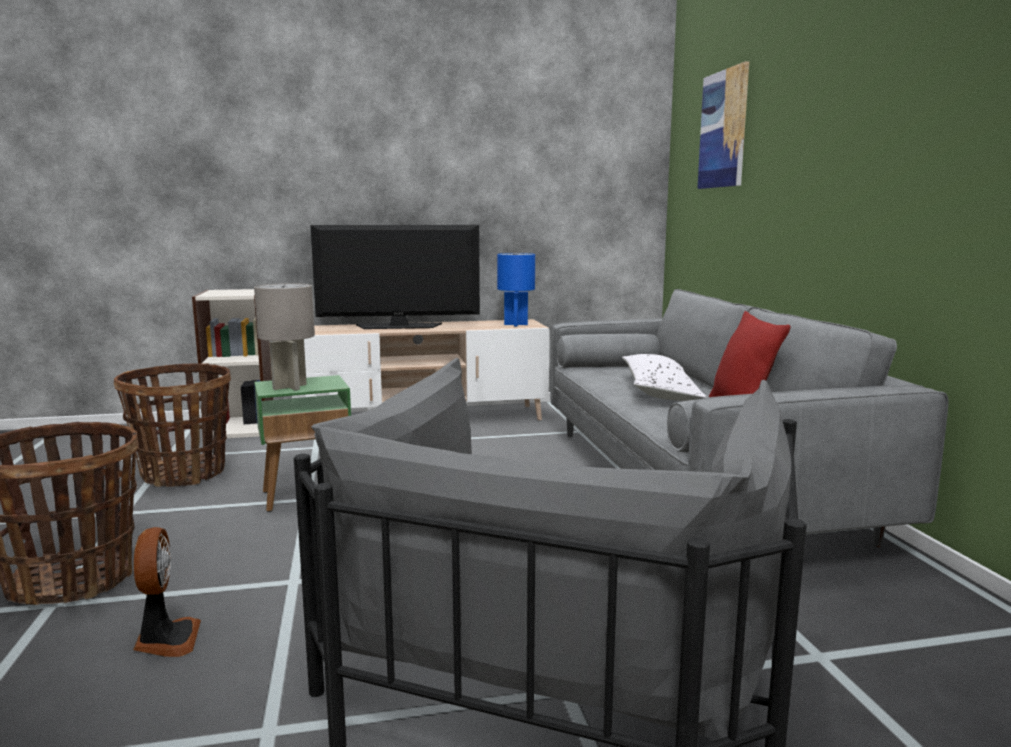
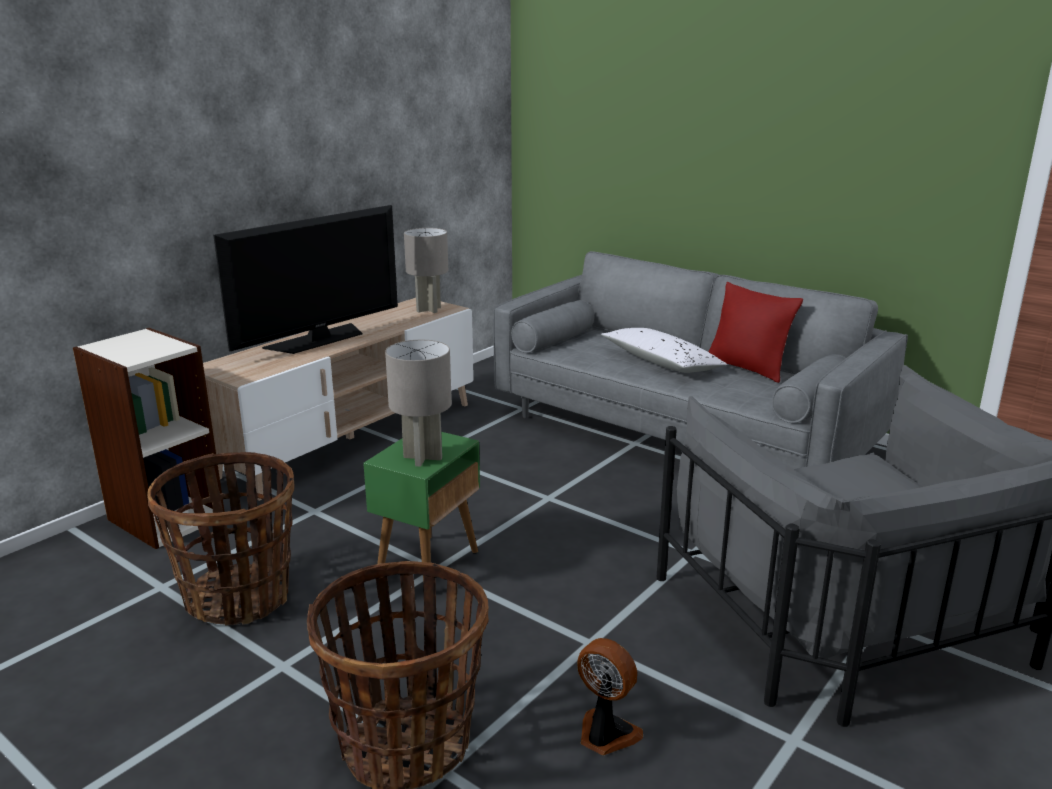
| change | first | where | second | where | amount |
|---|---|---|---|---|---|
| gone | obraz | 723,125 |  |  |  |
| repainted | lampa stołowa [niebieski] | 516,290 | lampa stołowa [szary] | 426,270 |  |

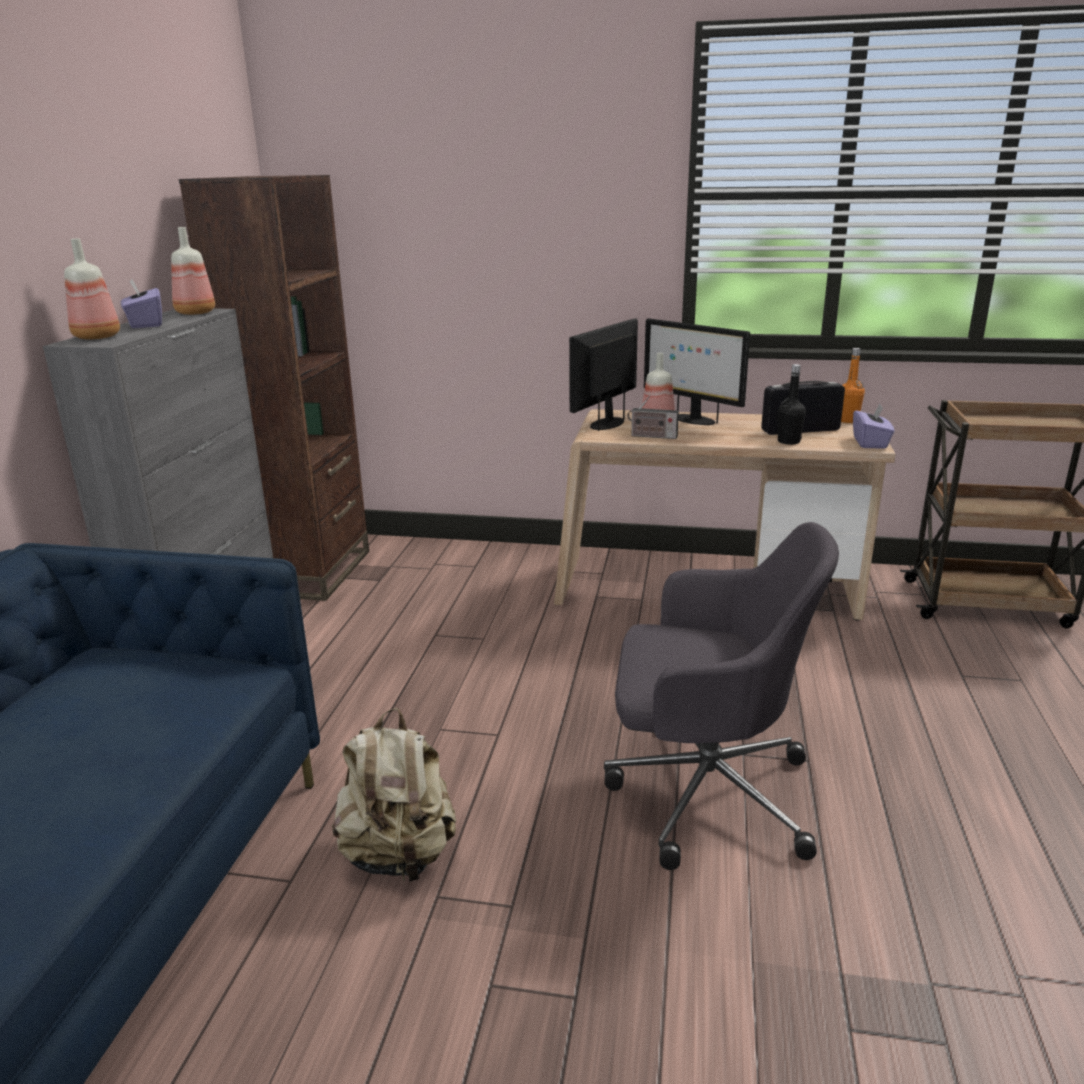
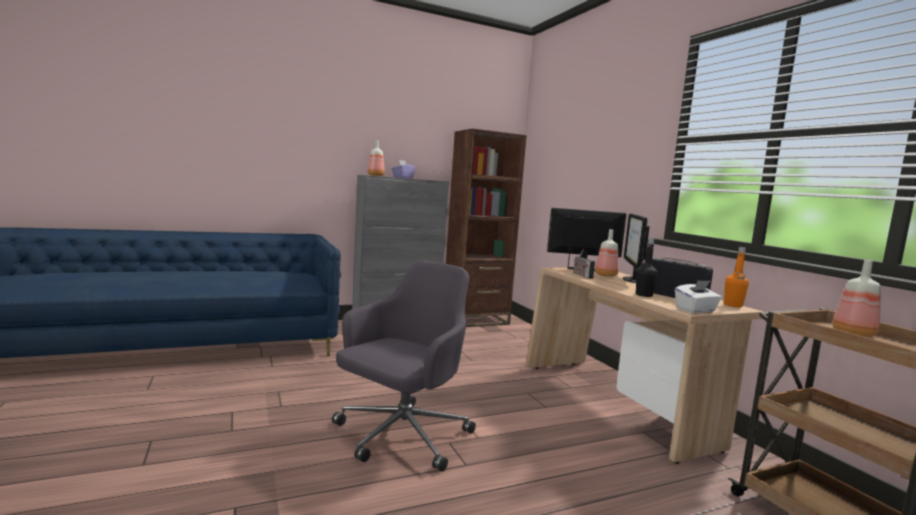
| change | first | where | second | where | amount |
|---|---|---|---|---|---|
| gone | plecak [beżowy] | 394,796 |  |  |  |
| shifted | butelka | 193,271 |  | 856,298 |  |
| repainted | pudełko chusteczek [fioletowy] | 873,426 | pudełko chusteczek [biały] | 698,296 |  |
| rotated | krzesło biurowe [szary] | 721,696 |  | 404,366 | 120 degrees counterclockwise |

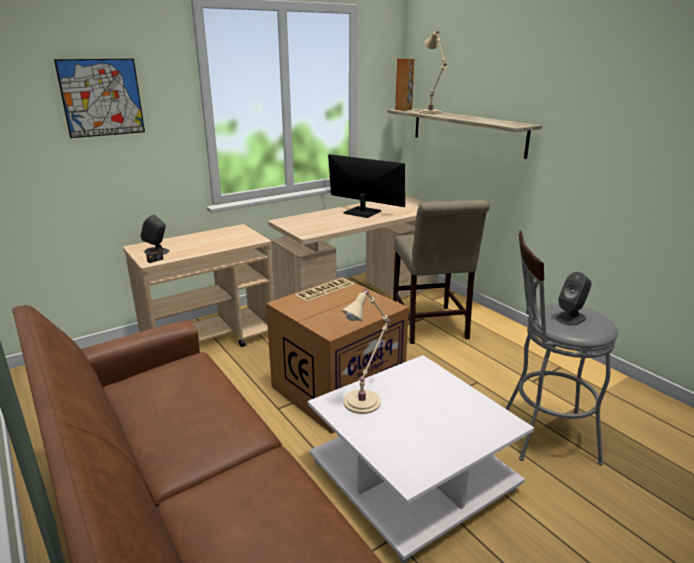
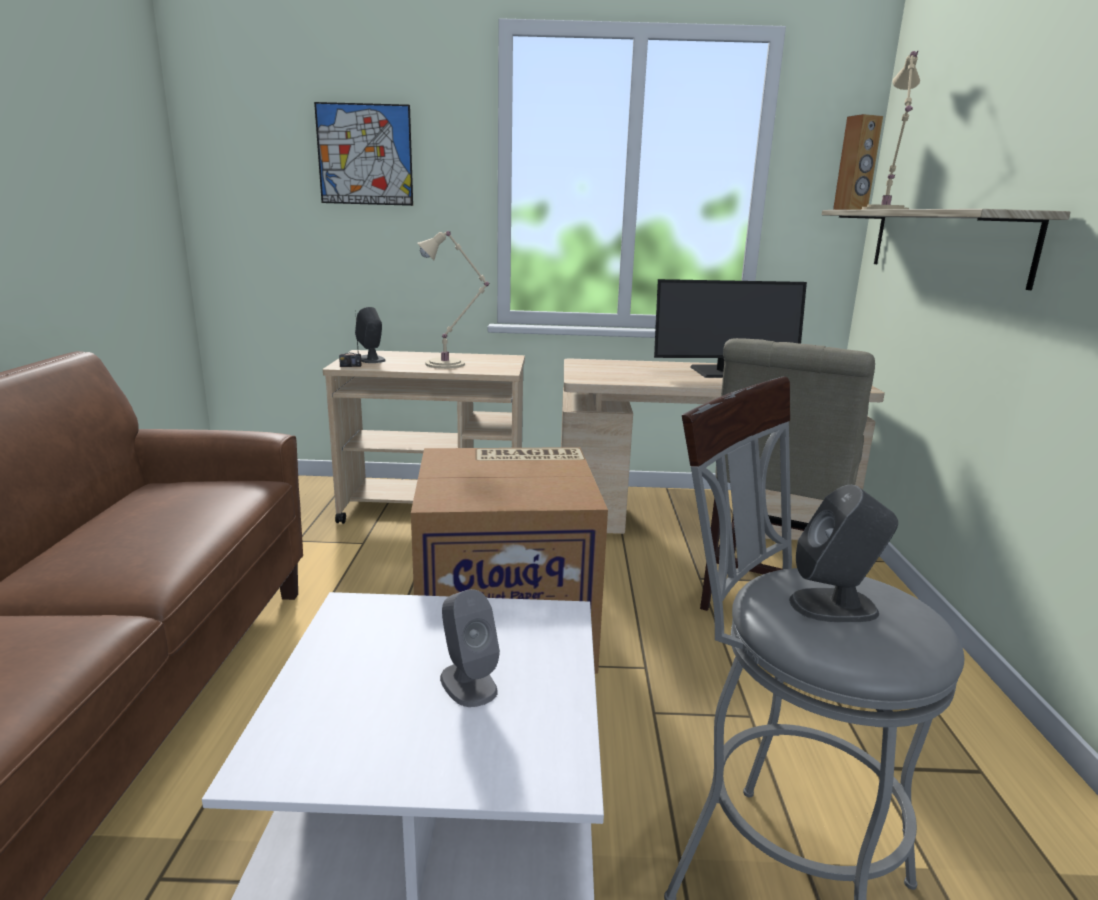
| change | first | where | second | where | amount |
|---|---|---|---|---|---|
| new |  |  | głośnik [szary] | 470,648 |  |
| shifted | lampa stołowa [beżowy] | 366,351 |  | 453,300 |  |
| rotated | monitor | 366,186 |  | 730,328 | 105 degrees clockwise |

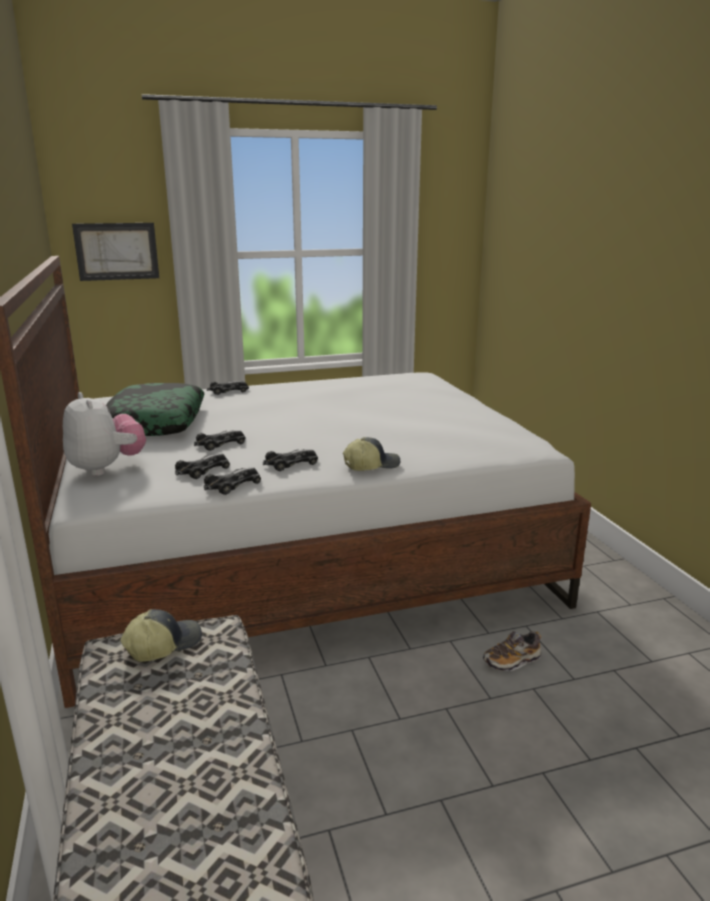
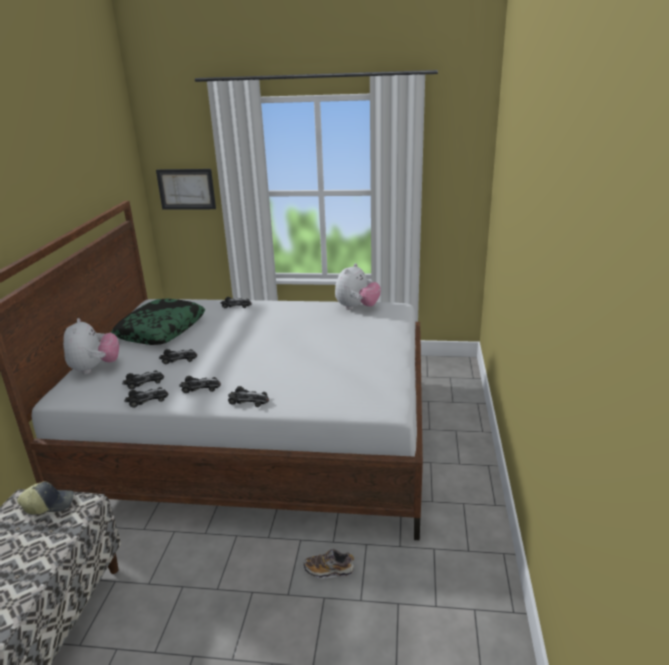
| change | first | where | second | where | amount |
|---|---|---|---|---|---|
| new |  |  | pluszak | 358,286 |  |
| swapped | czapka z daszkiem | 371,454 | samochodzik | 248,396 |  |

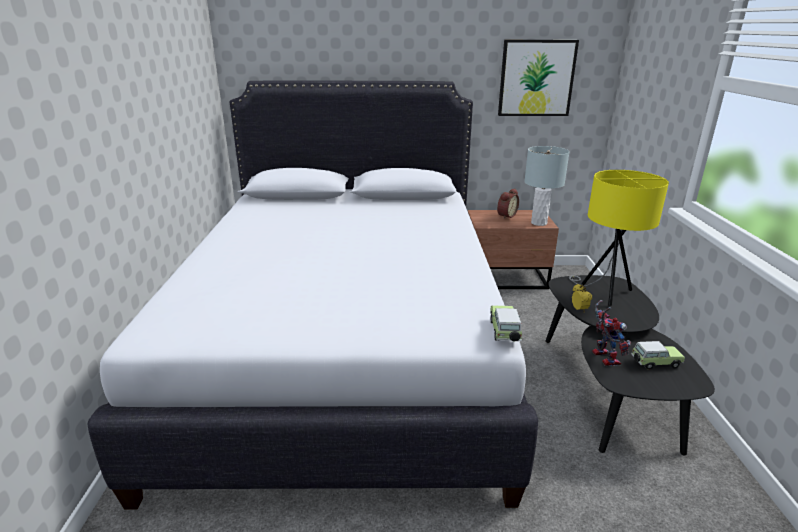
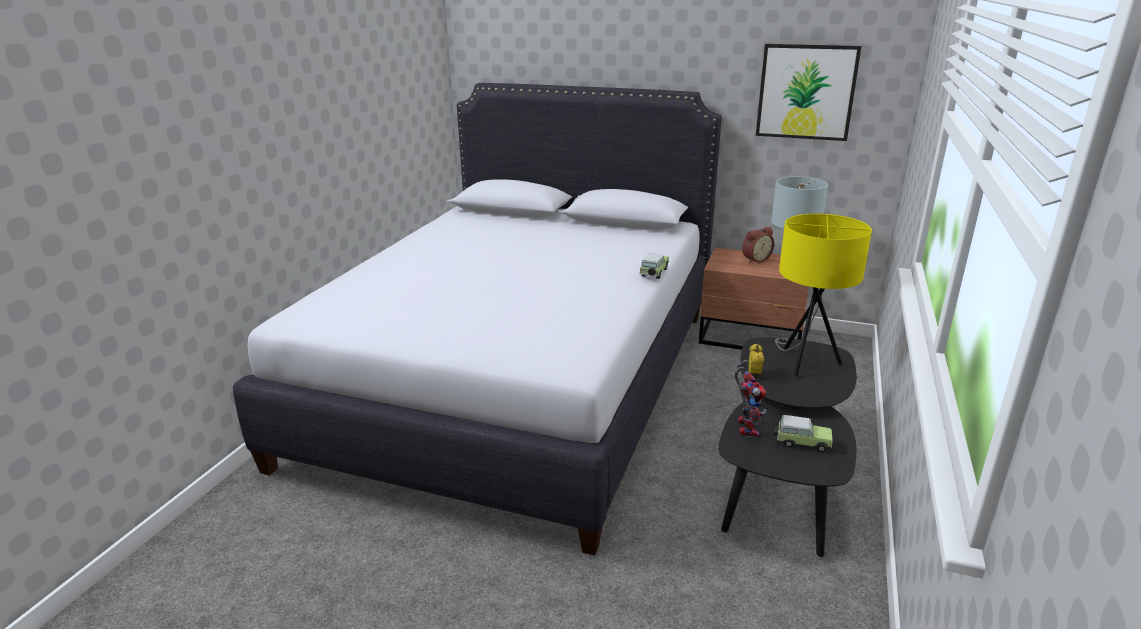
| change | first | where | second | where | amount |
|---|---|---|---|---|---|
| shifted | samochodzik | 506,323 |  | 654,266 |  |

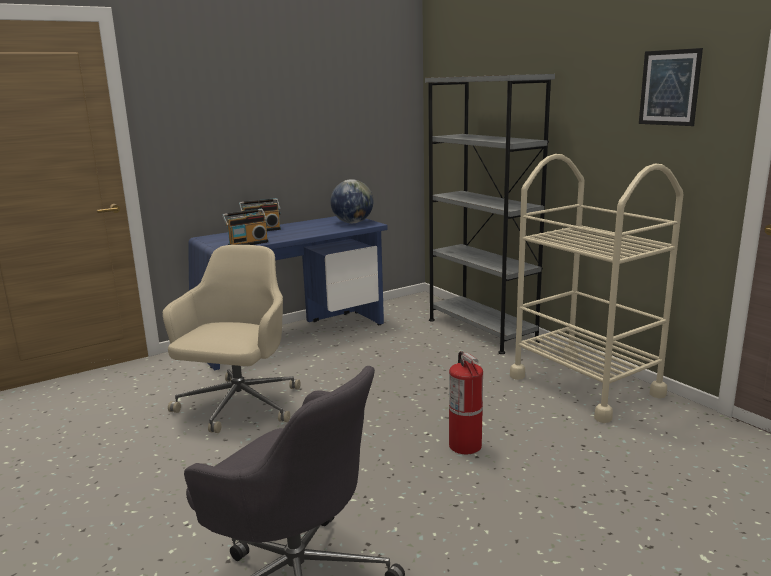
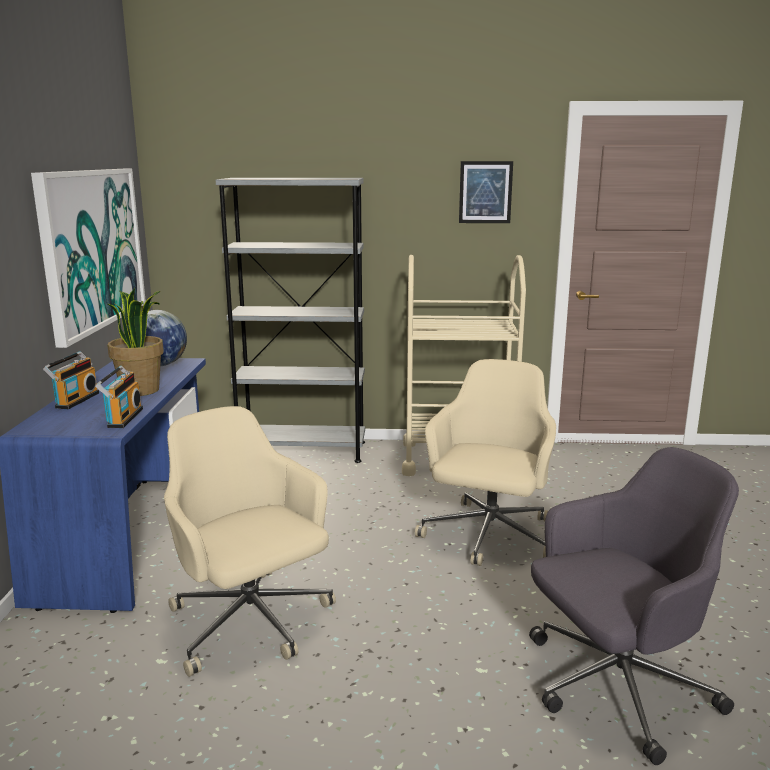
| change | first | where | second | where | amount |
|---|---|---|---|---|---|
| new |  |  | obraz | 88,258 |  |
| new |  |  | roślina doniczkowa | 135,342 |  |
| swapped | gaśnica | 466,402 | krzesło biurowe [beżowy] | 485,462 |  |

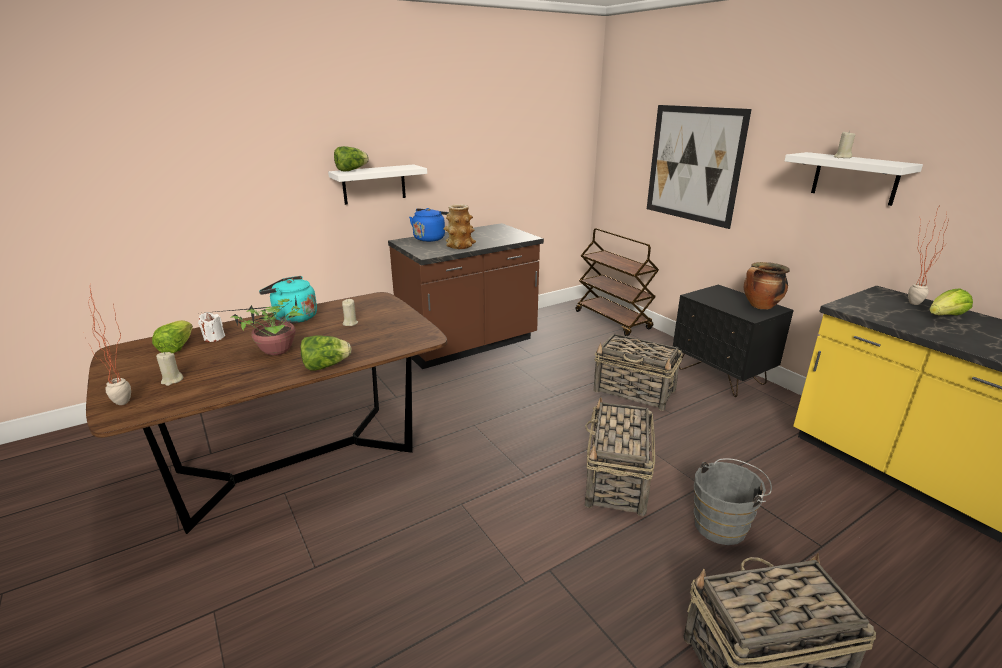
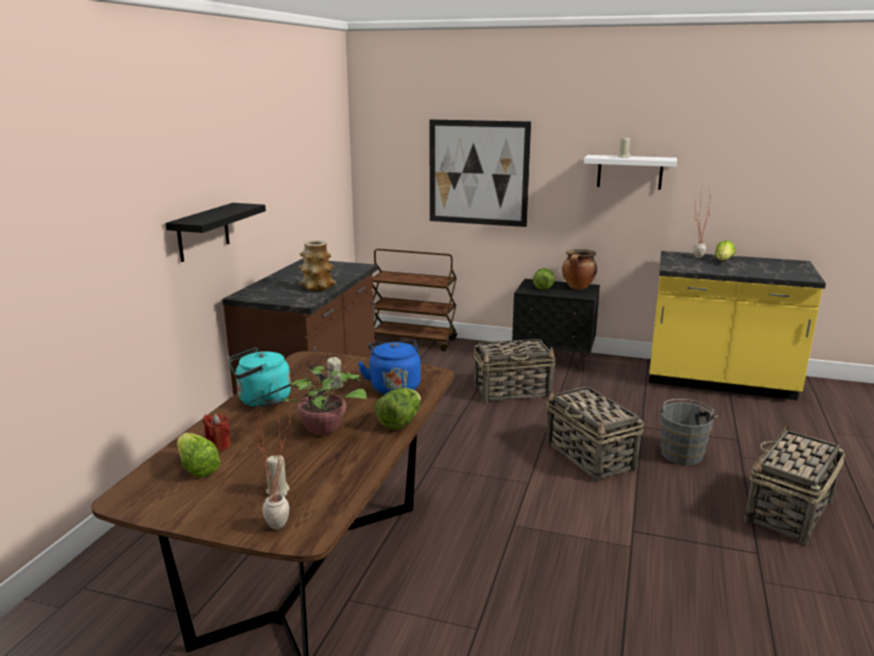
| change | first | where | second | where | amount |
|---|---|---|---|---|---|
| shifted | sałata | 351,158 |  | 544,279 |  |
| shifted | czajnik [niebieski] | 429,225 |  | 389,367 |  |
| repainted | świeca [biały] | 211,327 | świeca [czerwony] | 217,432 |  |
| repainted | półka [biały] | 377,184 | półka [czarny] | 215,232 |  |

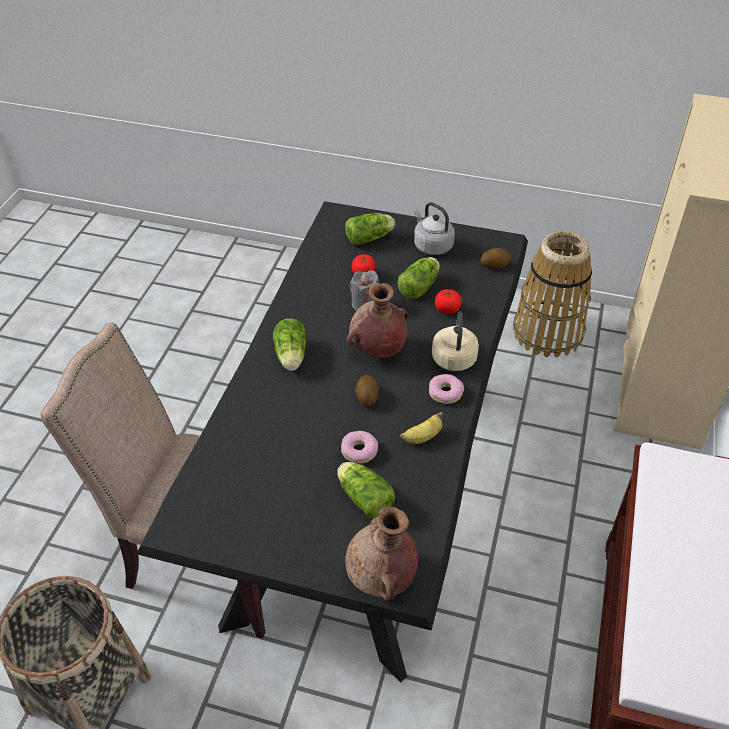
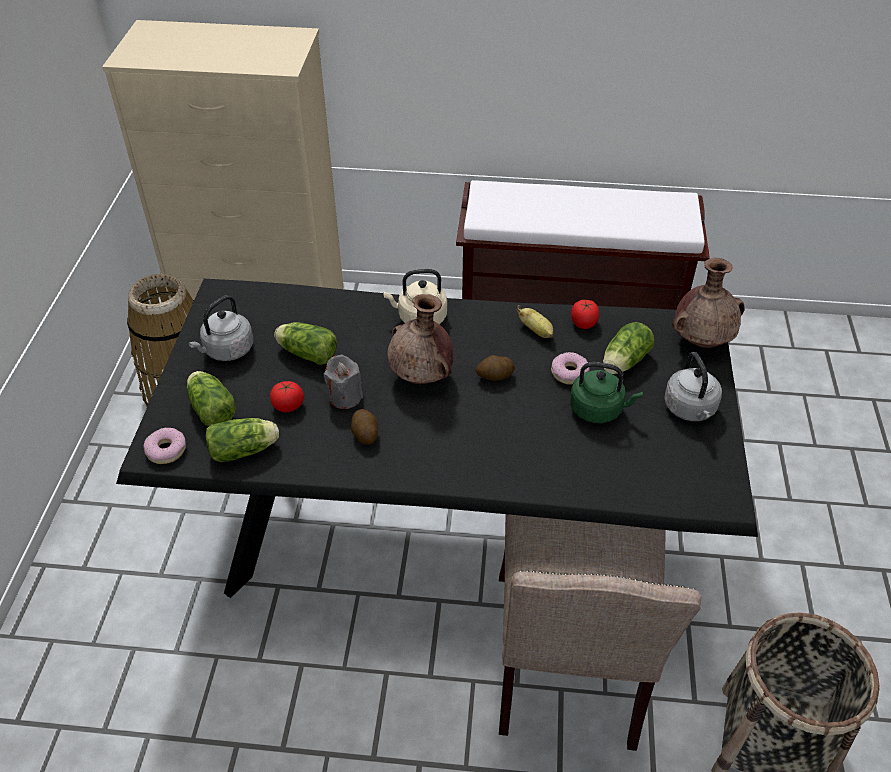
| change | first | where | second | where | amount |
|---|---|---|---|---|---|
| new |  |  | czajnik [zielony] | 606,392 |  |
| new |  |  | czajnik [szary] | 693,386 |  |
| shifted | sałata | 289,344 |  | 242,440 |  |
| shifted | donut | 446,389 |  | 165,446 |  |
| shifted | pomidor | 448,301 |  | 585,314 |  |
| shifted | ziemniak | 496,258 |  | 364,427 |  |

